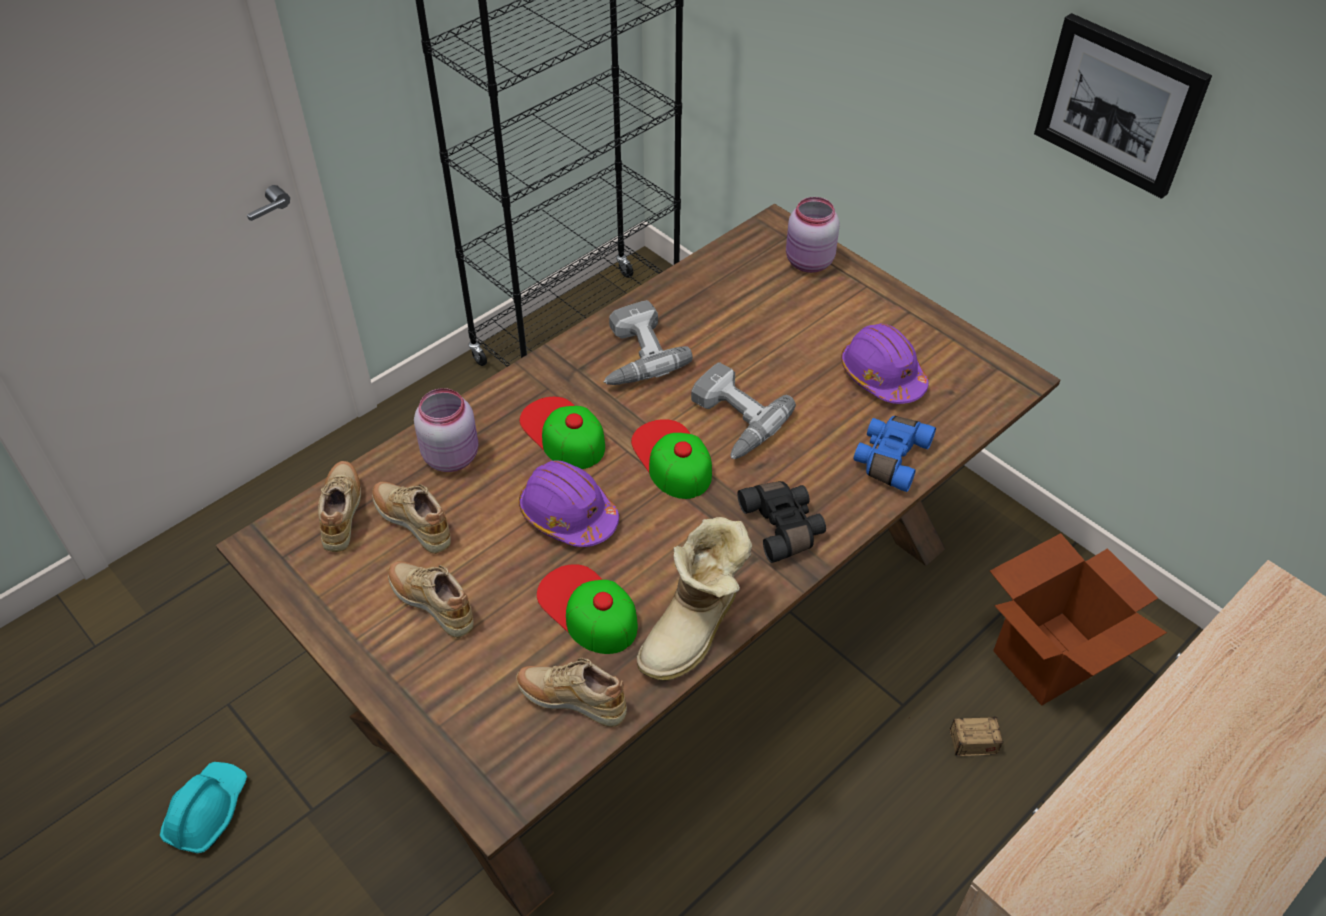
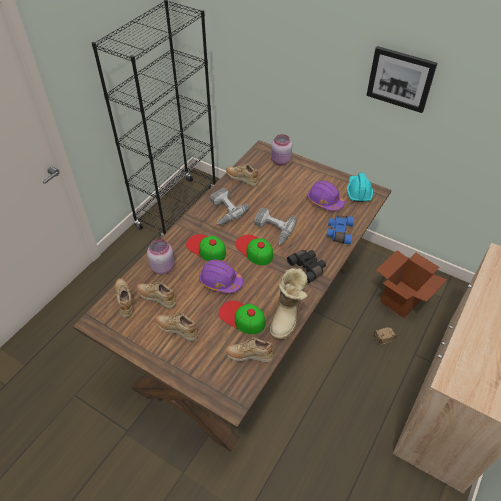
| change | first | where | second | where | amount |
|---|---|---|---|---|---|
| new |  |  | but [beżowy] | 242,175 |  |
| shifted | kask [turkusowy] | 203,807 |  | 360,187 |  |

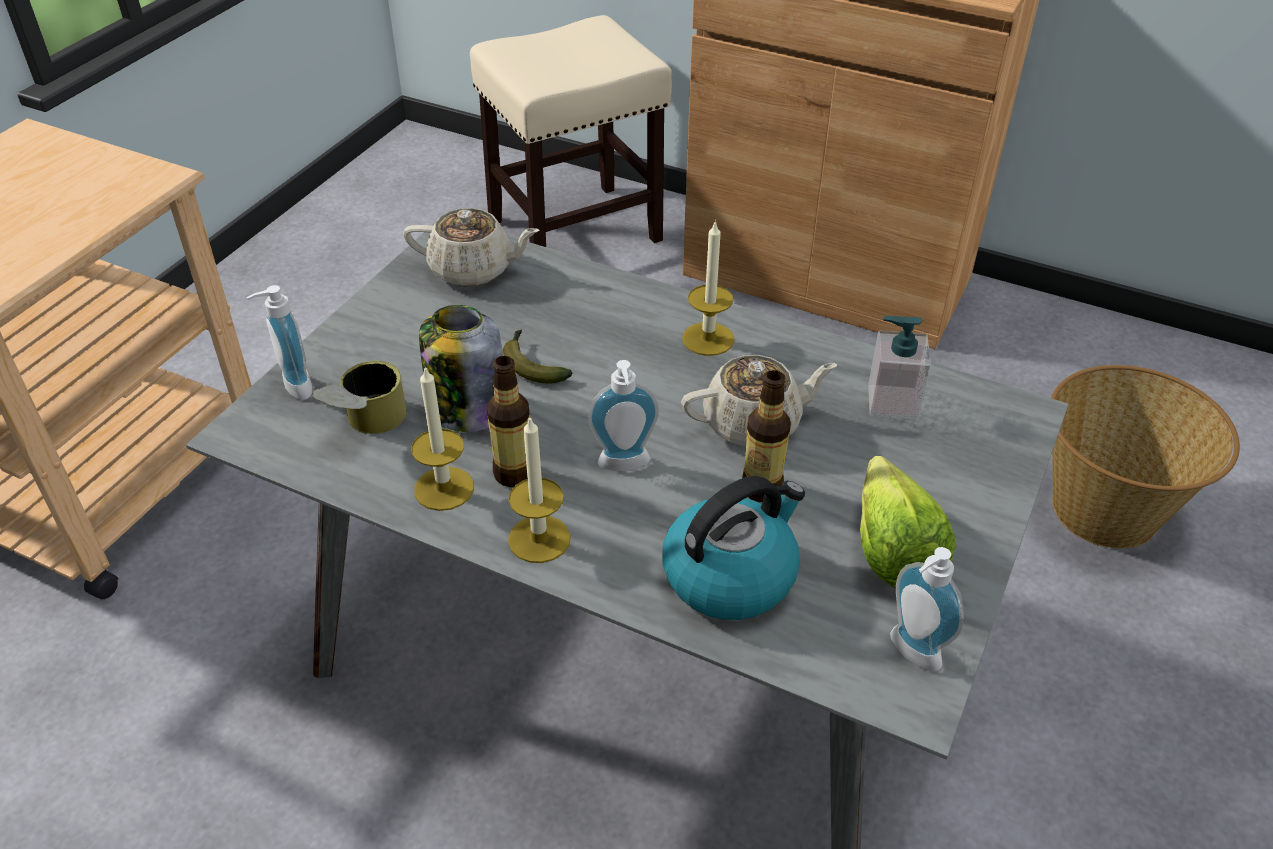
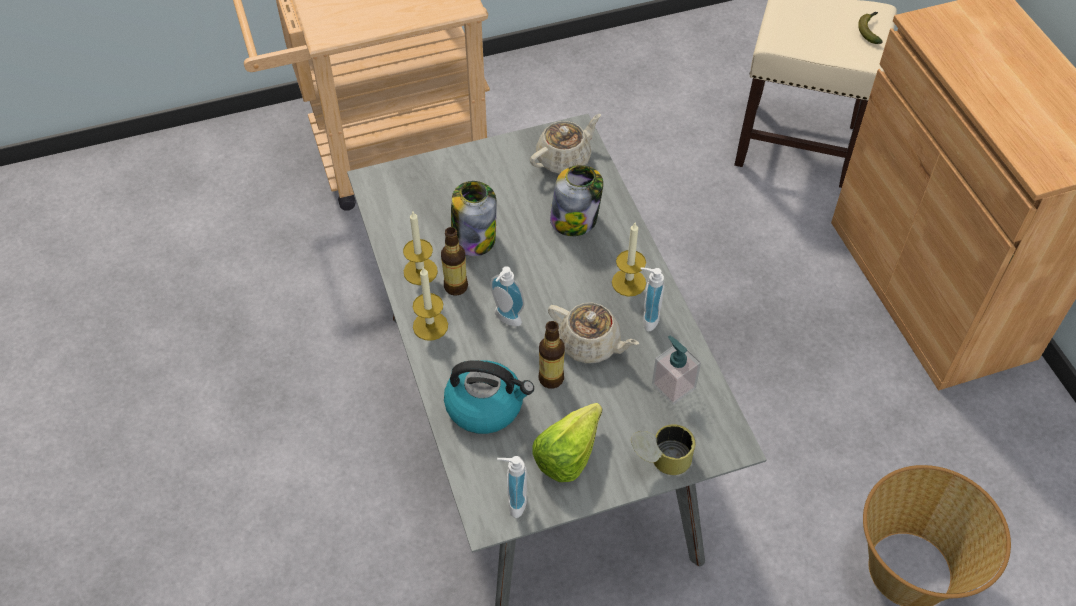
| change | first | where | second | where | amount |
|---|---|---|---|---|---|
| new |  |  | słoik | 576,200 |  |
| shifted | dozownik mydła | 279,342 |  | 652,299 |  |
| shifted | puszka | 360,397 |  | 663,449 |  |
| shifted | banan | 537,356 |  | 870,28 |  |
| rotated | imbryk [beżowy] | 472,247 |  | 565,144 | 90 degrees counterclockwise |

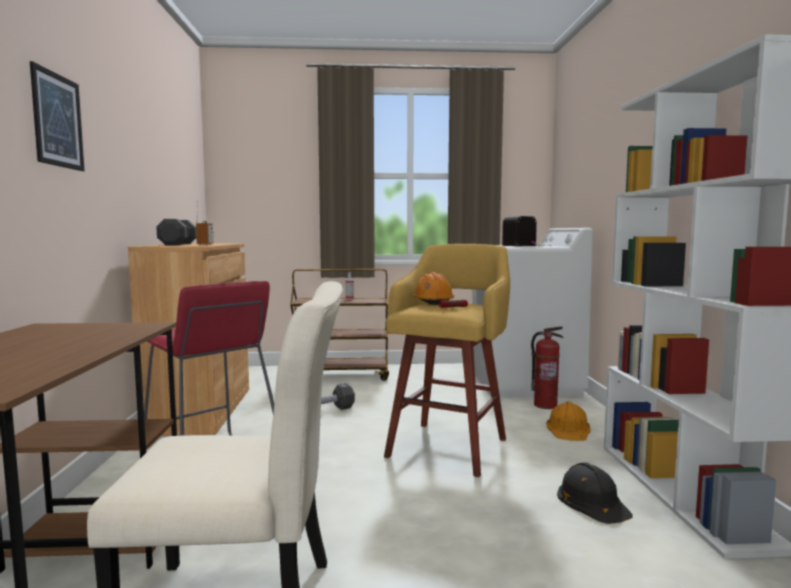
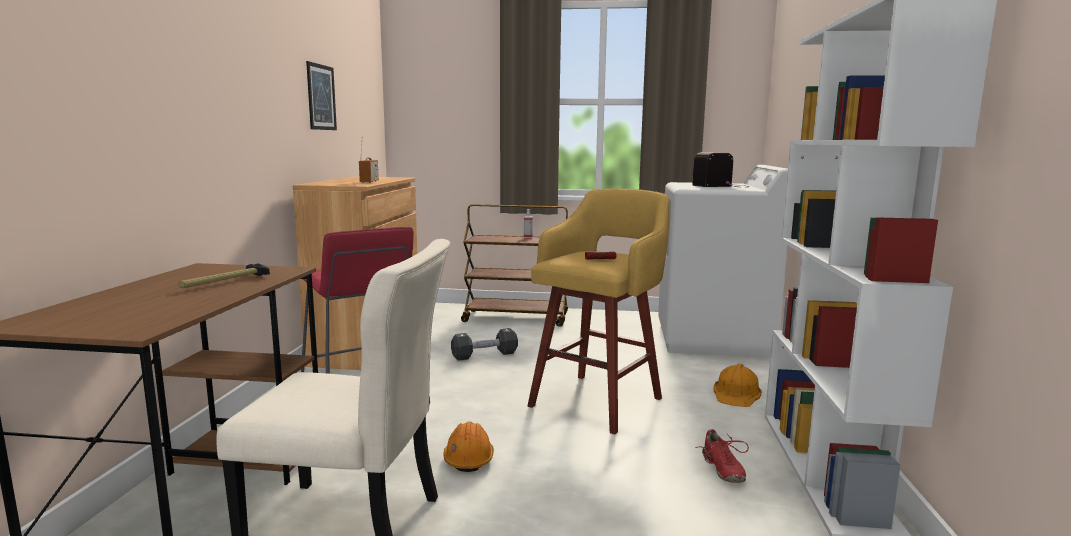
| change | first | where | second | where | amount |
|---|---|---|---|---|---|
| gone | hantel [czarny] | 176,232 |  |  |  |
| gone | gaśnica | 547,367 |  |  |  |
| new |  |  | młotek | 224,275 |  |
| shifted | obraz | 57,116 |  | 321,95 |  |
| shifted | kask [pomarańczowy] | 433,288 |  | 468,447 |  |
| swapped | kask [czarny] | 594,493 | but [czerwony] | 722,456 |  |

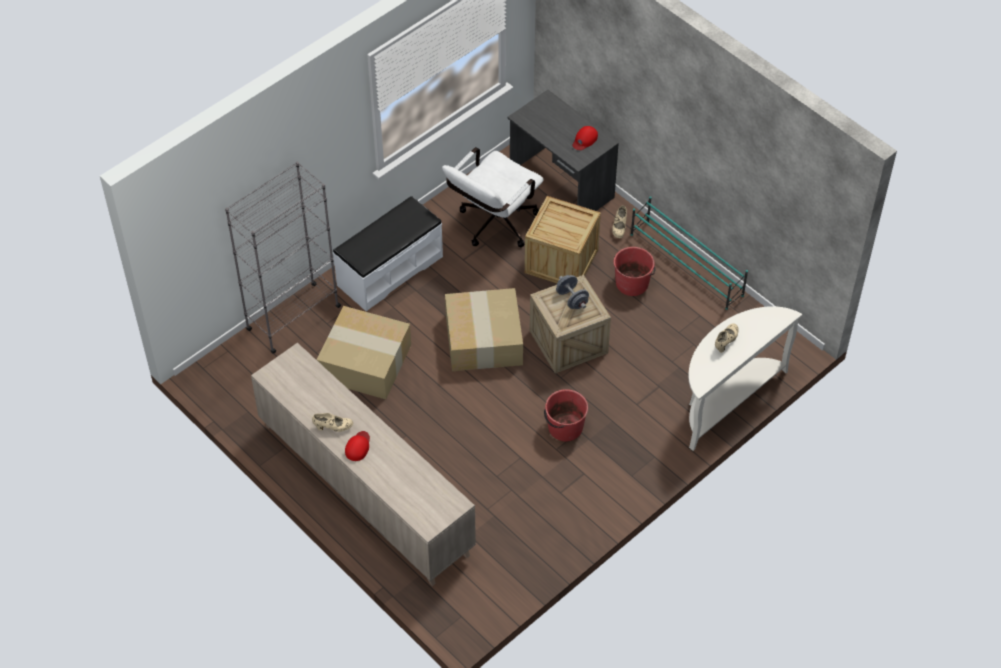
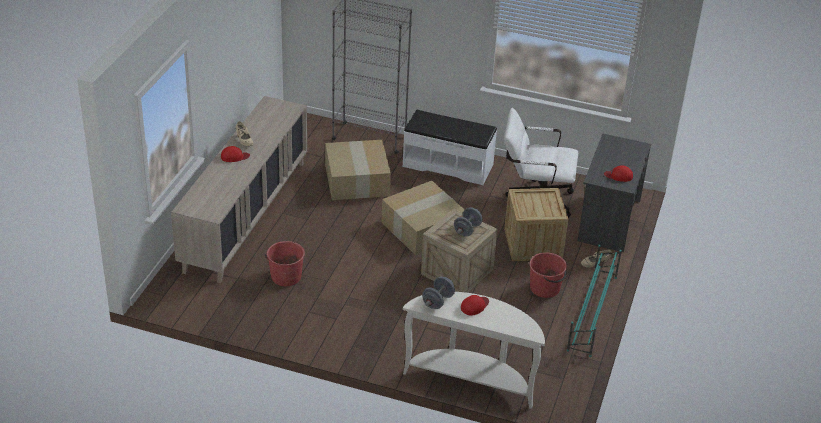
| change | first | where | second | where | amount |
|---|---|---|---|---|---|
| new |  |  | hantel [szary] | 438,292 |  |
| shifted | wiadro [czerwony] | 566,415 |  | 285,263 |  |
| swapped | but [beżowy] | 726,338 | czapka z daszkiem [czerwony] | 475,305 |  |

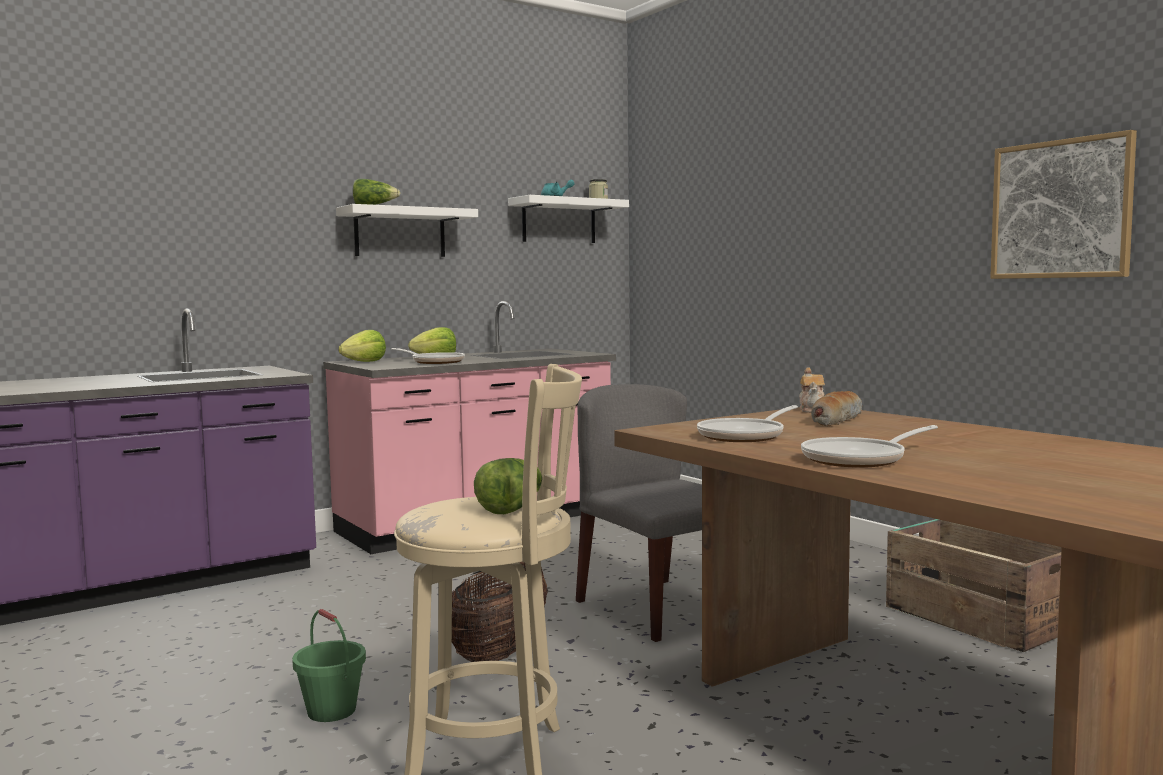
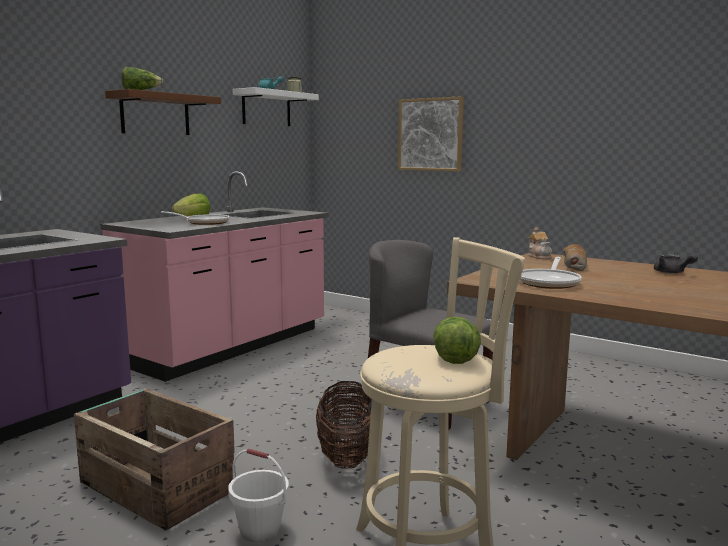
| change | first | where | second | where | amount |
|---|---|---|---|---|---|
| gone | sałata | 362,346 |  |  |  |
| gone | patelnia | 869,446 |  |  |  |
| new |  |  | imbryk [szary] | 676,264 |  |
| shifted | skrzynka | 974,585 |  | 155,459 |  |
| shifted | obraz | 1063,204 |  | 431,133 |  |
| repainted | wiadro [zielony] | 329,665 | wiadro [biały] | 258,495 |  |
| repainted | półka [biały] | 407,230 | półka [brązowy] | 163,112 |  |

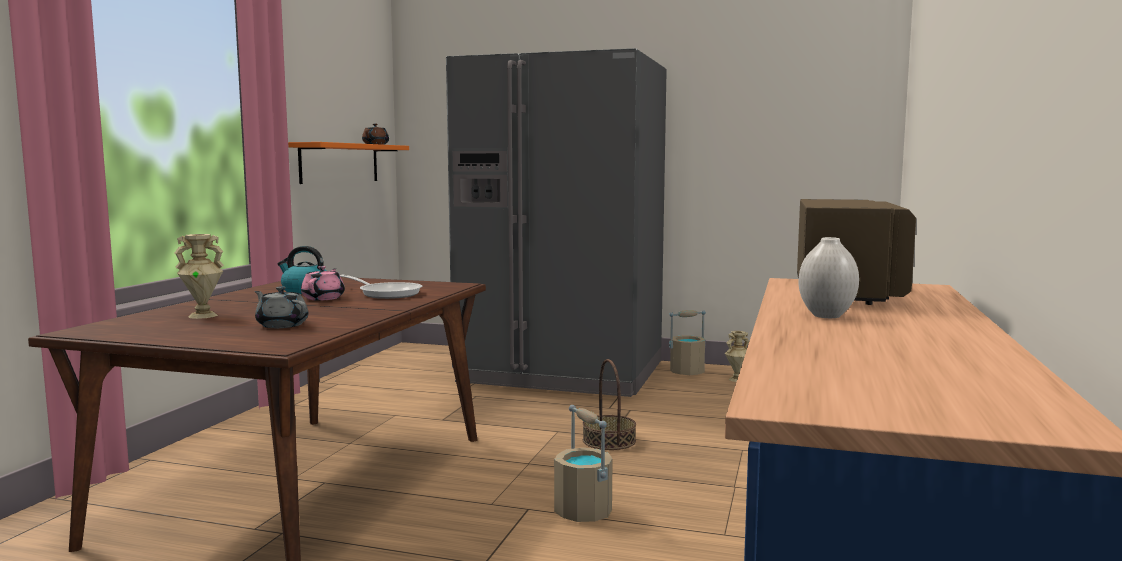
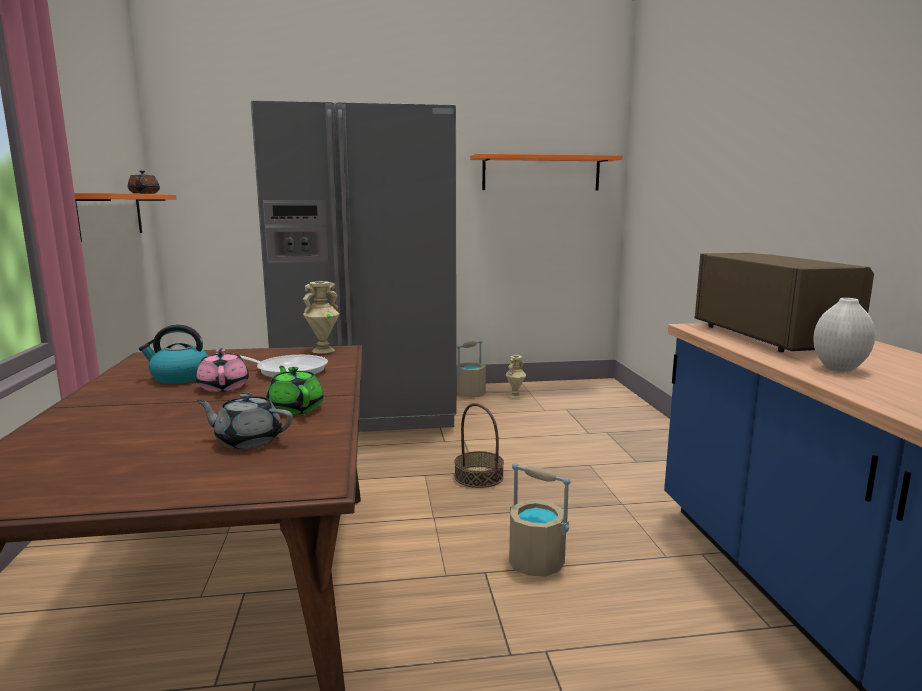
| change | first | where | second | where | amount |
|---|---|---|---|---|---|
| new |  |  | imbryk [zielony] | 295,390 |  |
| new |  |  | półka [pomarańczowy] | 546,172 |  |
| shifted | wazon [beżowy] | 199,276 |  | 321,317 |  |

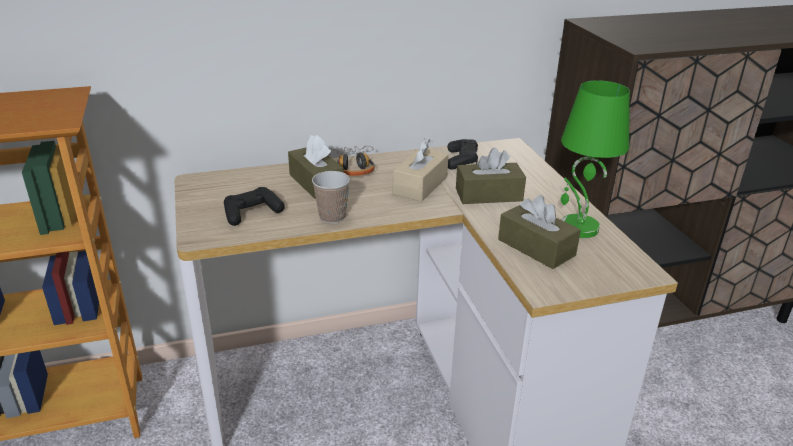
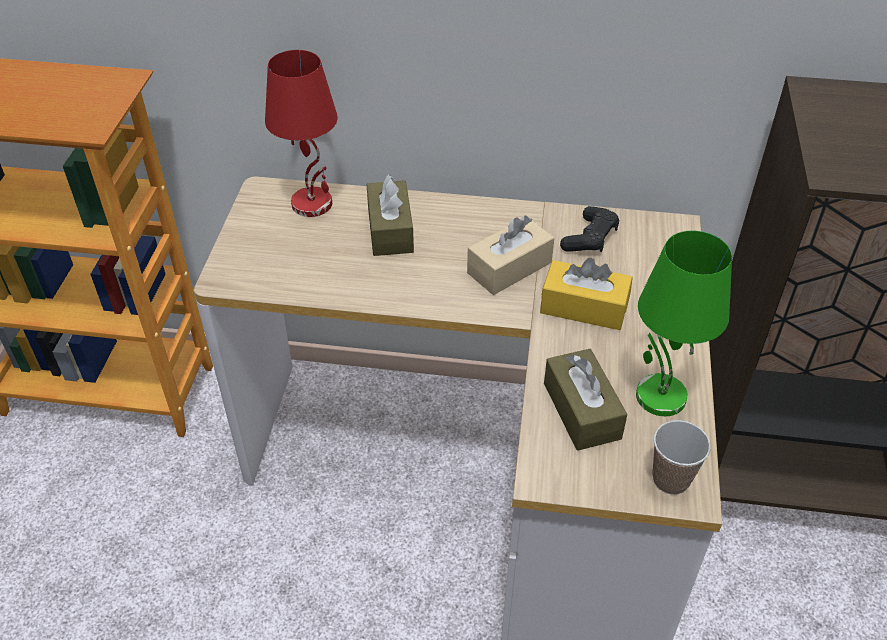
| change | first | where | second | where | amount |
|---|---|---|---|---|---|
| gone | pad do gier [czarny] | 254,206 |  |  |  |
| gone | słuchawki | 351,161 |  |  |  |
| new |  |  | lampa stołowa [czerwony] | 301,133 |  |
| shifted | filiżanka | 331,197 |  | 682,457 |  |
| repainted | pudełko chusteczek [brązowy] | 491,175 | pudełko chusteczek [żółty] | 586,294 |  |

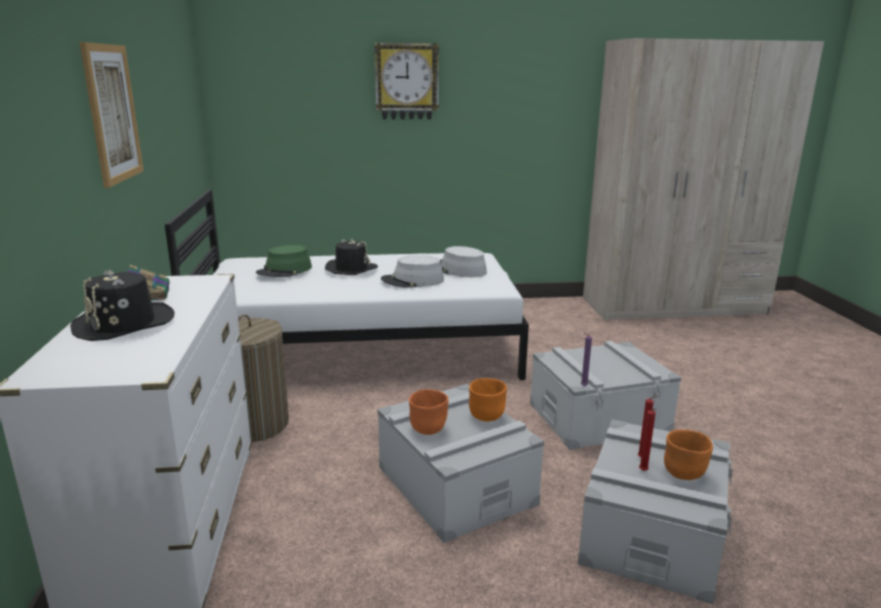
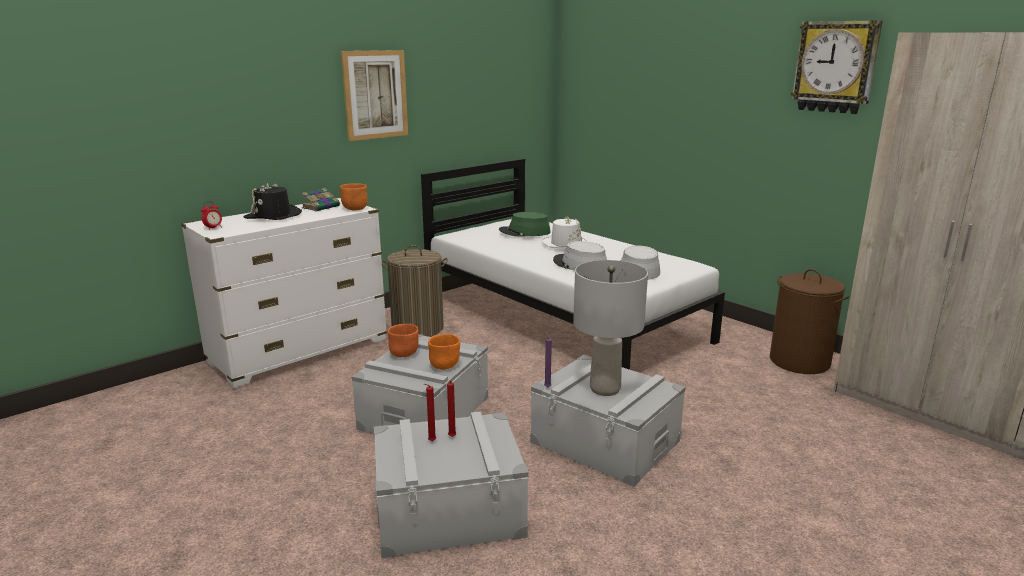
| change | first | where | second | where | amount |
|---|---|---|---|---|---|
| new |  |  | budzik | 211,215 |  |
| new |  |  | lampa stołowa [szary] | 610,328 |  |
| new |  |  | kosz na pranie [brązowy] | 809,321 |  |
| shifted | zegar ścienny | 406,80 |  | 837,67 |  |
| shifted | miska [pomarańczowy] | 688,455 |  | 354,197 |  |
| repainted | kapelusz [czarny] | 351,257 | kapelusz [biały] | 564,232 |  |

